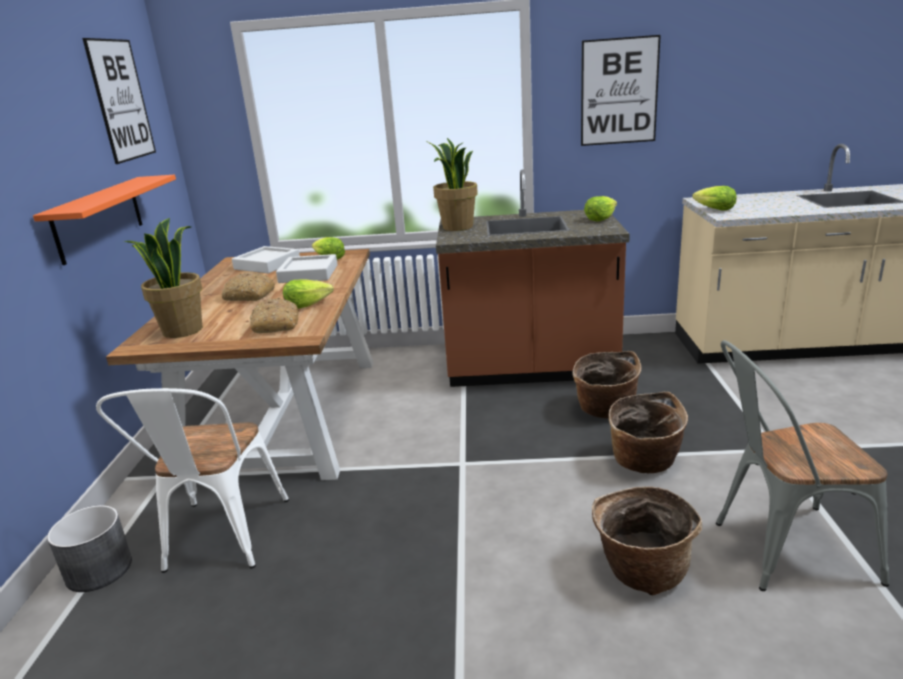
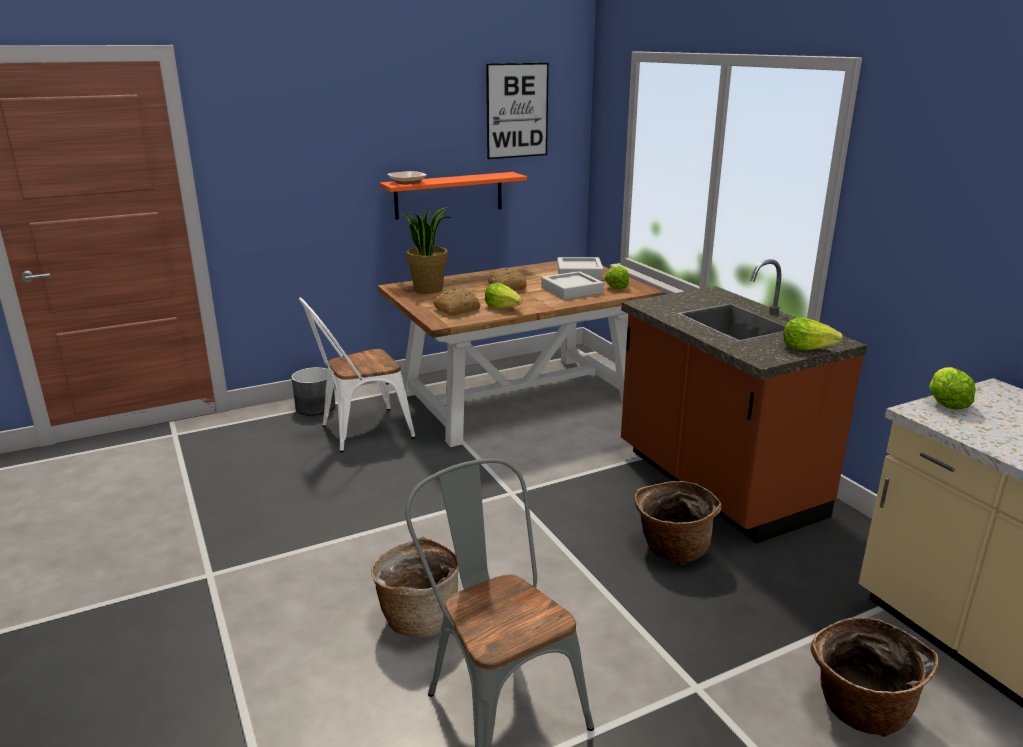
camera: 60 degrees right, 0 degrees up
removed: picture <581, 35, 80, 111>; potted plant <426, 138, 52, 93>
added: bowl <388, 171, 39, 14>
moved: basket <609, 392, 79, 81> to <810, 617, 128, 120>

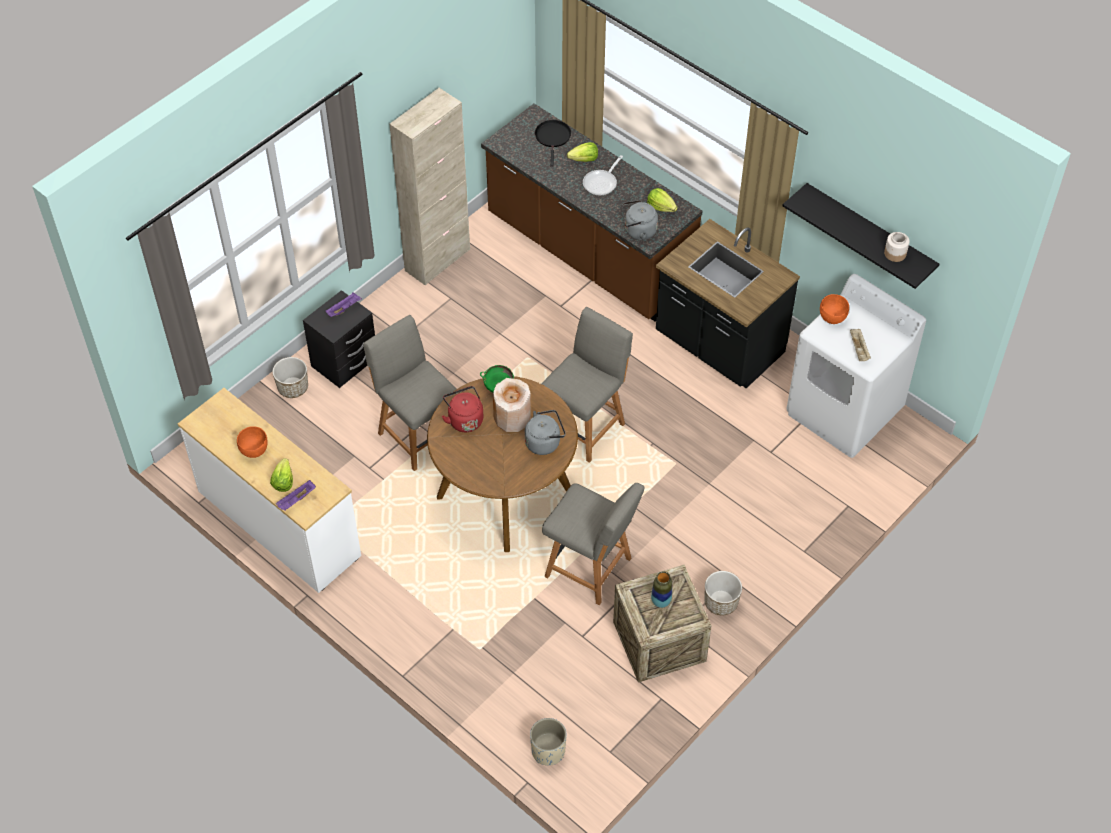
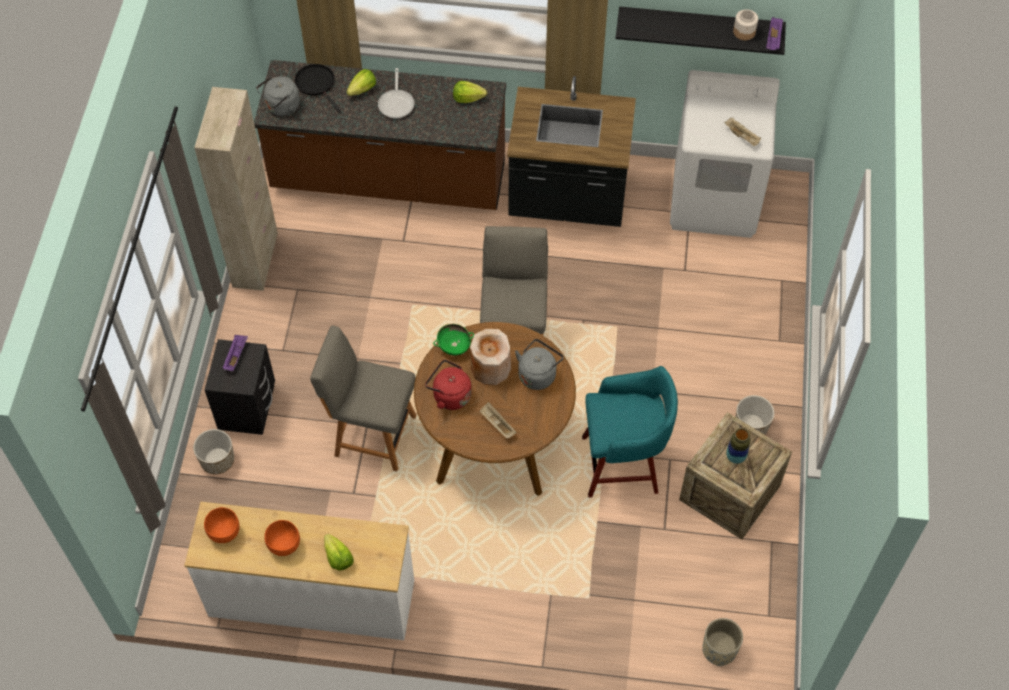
camera: 35 degrees left, 5 degrees up
added: beige tray <480, 402, 37, 37>
moved: grey kettle <622, 200, 36, 40> to <256, 76, 44, 40>; orange bowl <820, 294, 29, 30> to <204, 507, 36, 36>; purple tray <276, 480, 40, 31> to <766, 17, 17, 33>
replaced: grey chair <542, 483, 102, 122> to turquoise stool <582, 366, 96, 131>

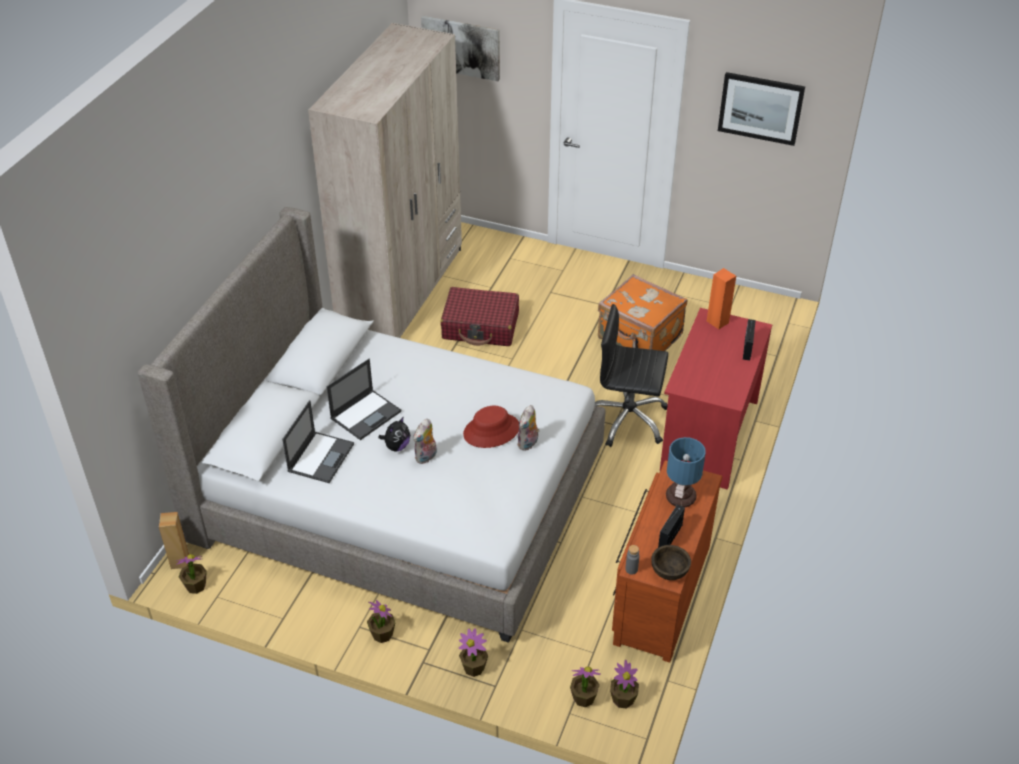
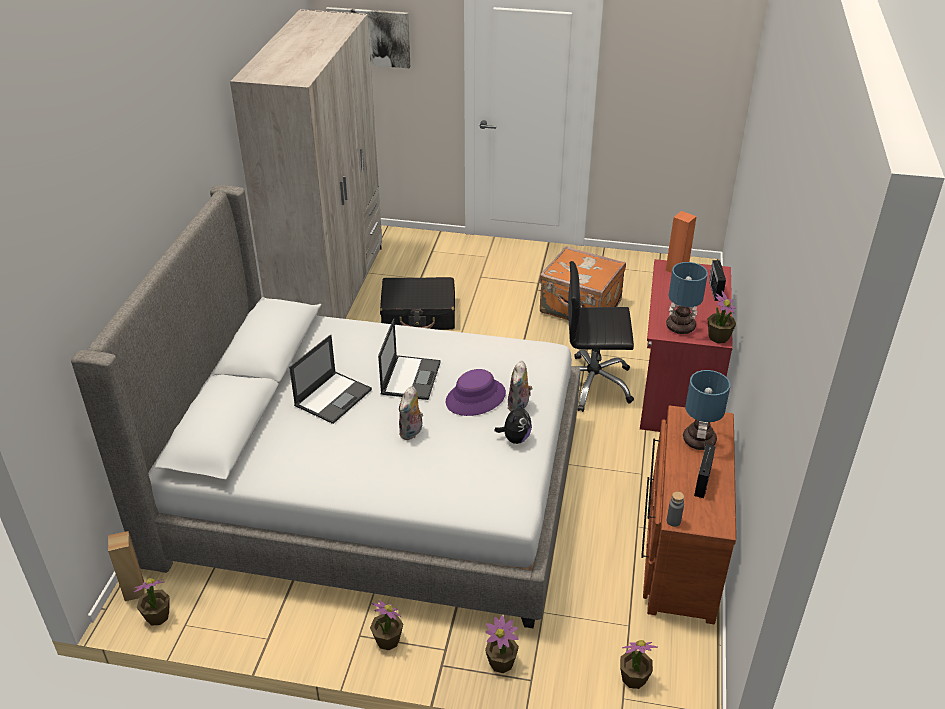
camera: 10 degrees left, 5 degrees down
removed: picture <718, 72, 87, 74>; brown bowl <651, 545, 40, 35>
added: table lamp <666, 262, 42, 72>
moved: laptop <282, 400, 72, 83> to <378, 319, 63, 81>; plush toy <378, 416, 32, 35> to <494, 402, 38, 42>; potted plant <610, 660, 29, 49> to <708, 291, 28, 52>
recoloured: red suitcase <440, 287, 79, 59> to black suitcase <380, 277, 75, 53>; red hat <463, 406, 56, 42> to purple hat <446, 369, 60, 47>

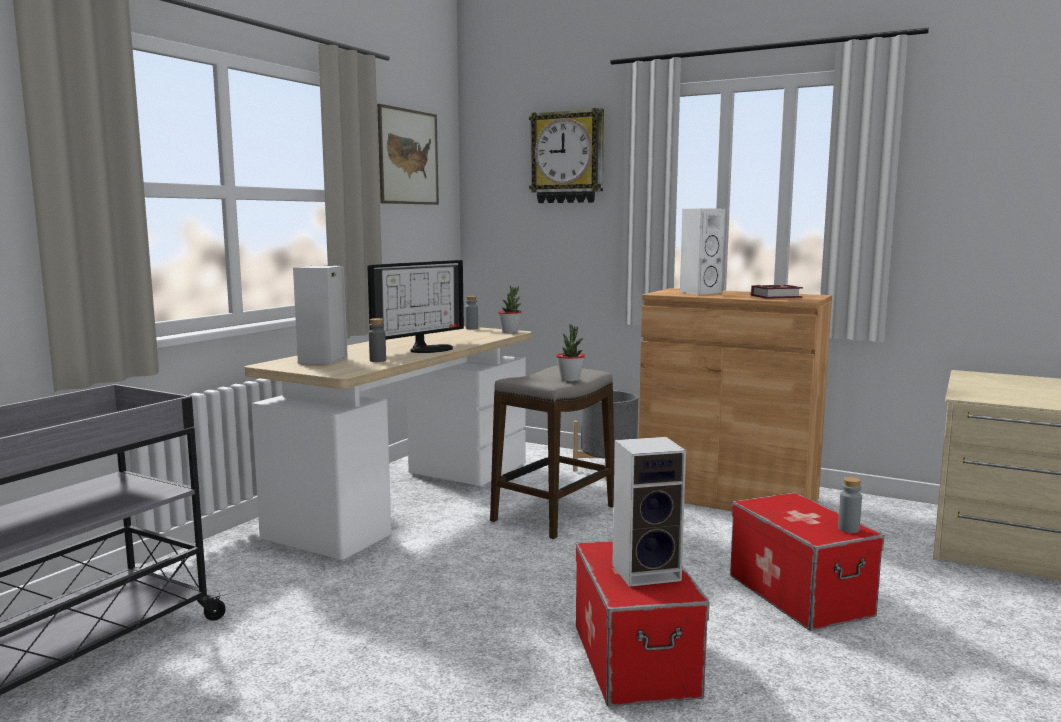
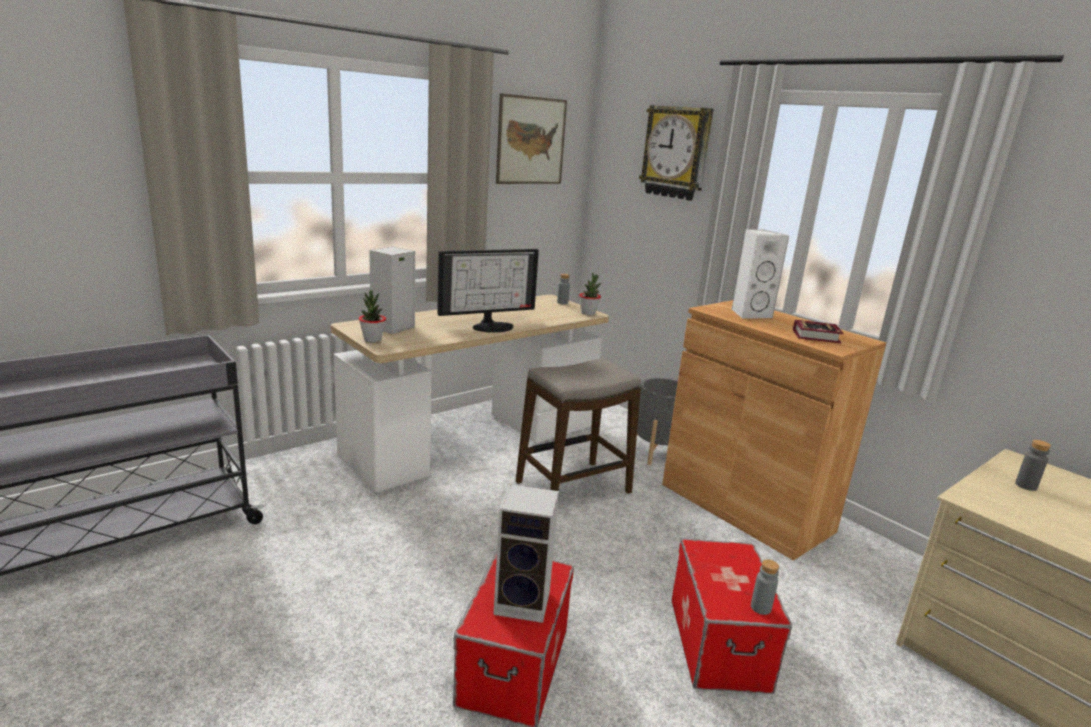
camera: 20 degrees right, 10 degrees up
moved: grey bottle <369, 318, 17, 44> to <1015, 440, 36, 51>; potted plant <556, 324, 29, 58> to <359, 291, 27, 52>

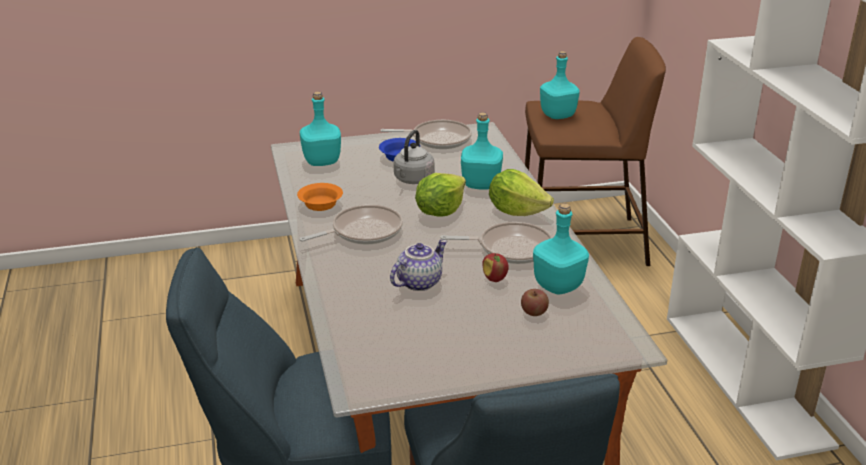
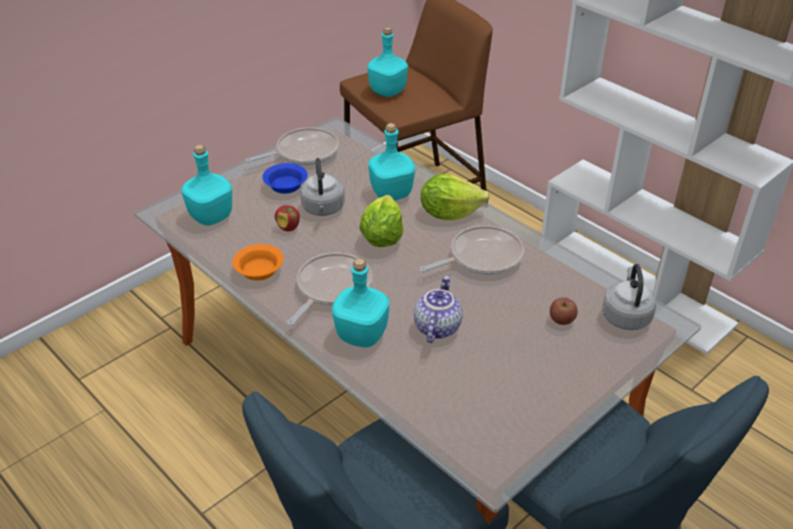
camera: 30 degrees left, 10 degrees up
added: grey kettle <602, 264, 54, 66>
moved: turquoise bottle <533, 203, 56, 92> to <332, 259, 57, 89>; apple <482, 253, 27, 29> to <275, 205, 25, 26>

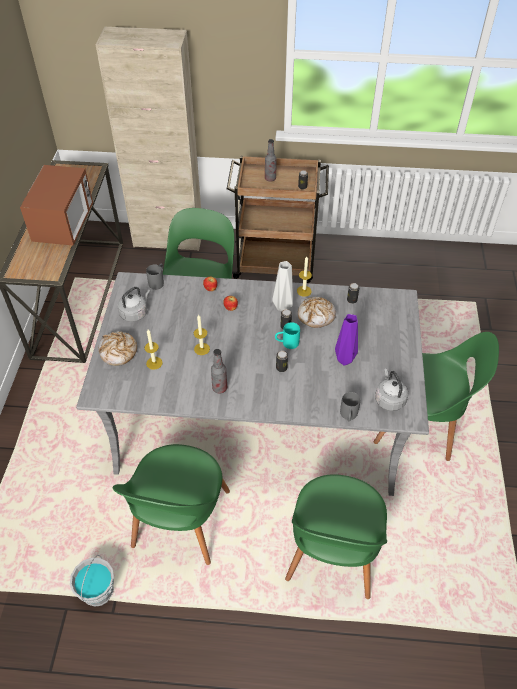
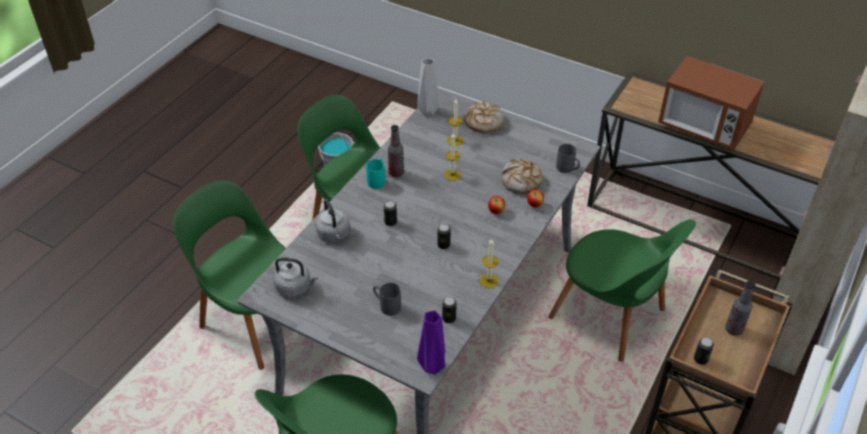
camera: 115 degrees right, 5 degrees down
moved: grey vase <272, 261, 21, 50> to <417, 58, 23, 58>; grey kettle <118, 287, 33, 35> to <315, 199, 35, 44>; bread <298, 297, 38, 31> to <502, 159, 41, 35>; purple vase <335, 314, 23, 52> to <417, 310, 28, 64>; turquoise mug <275, 322, 25, 27> to <366, 158, 19, 31>; grey mug <340, 392, 20, 29> to <373, 283, 28, 33>

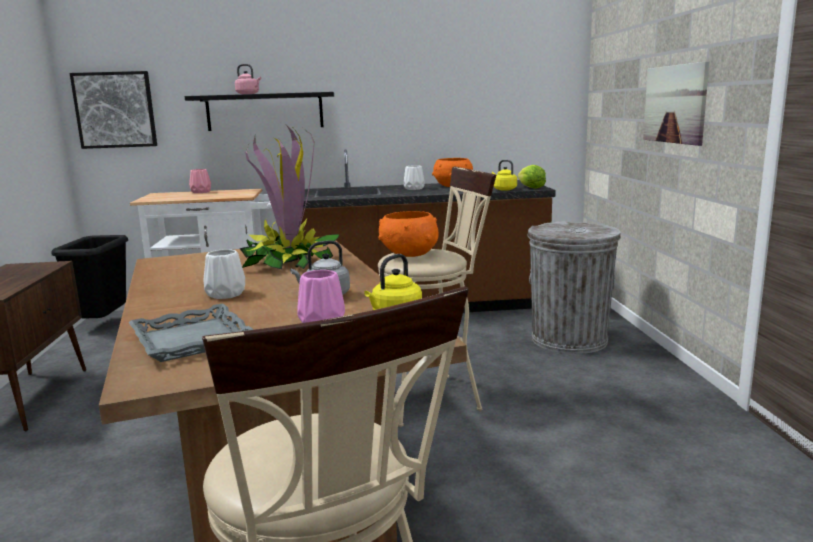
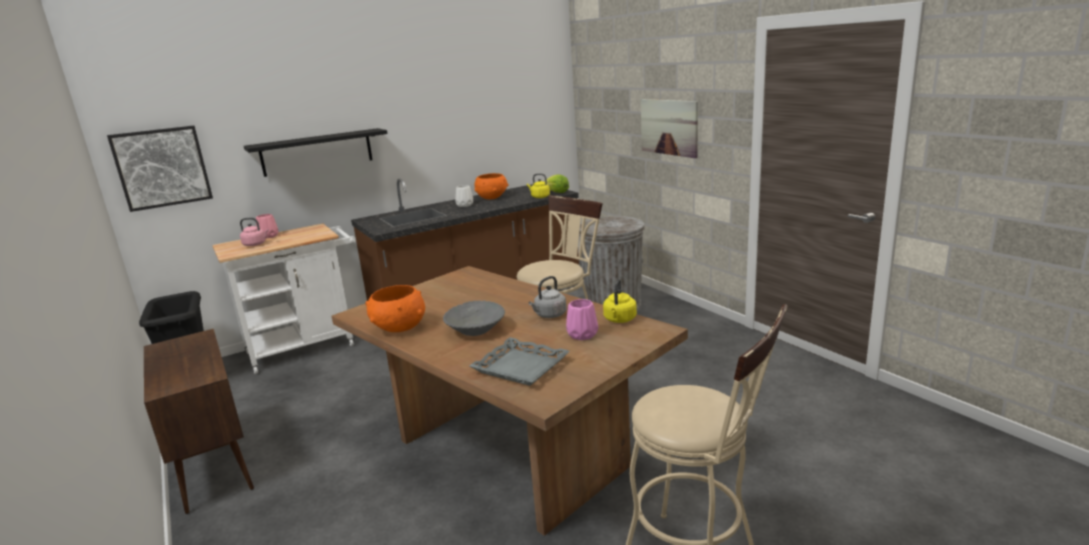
camera: 25 degrees left, 5 degrees up
removed: potted plant <240, 125, 100, 144>
moved: pink kettle <235, 64, 26, 30> to <240, 218, 29, 28>; orange bowl <378, 211, 61, 46> to <365, 285, 60, 47>
replaced: white vase <204, 249, 41, 50> to grey bowl <443, 300, 62, 36>

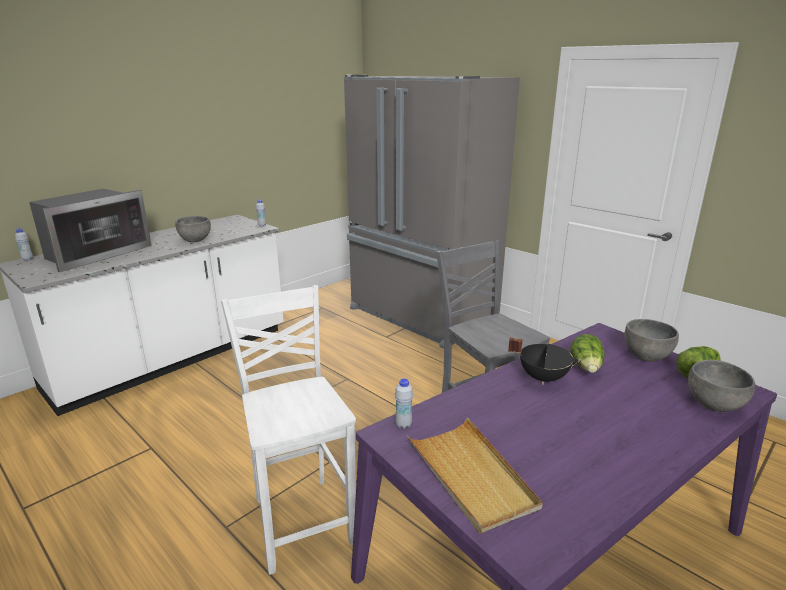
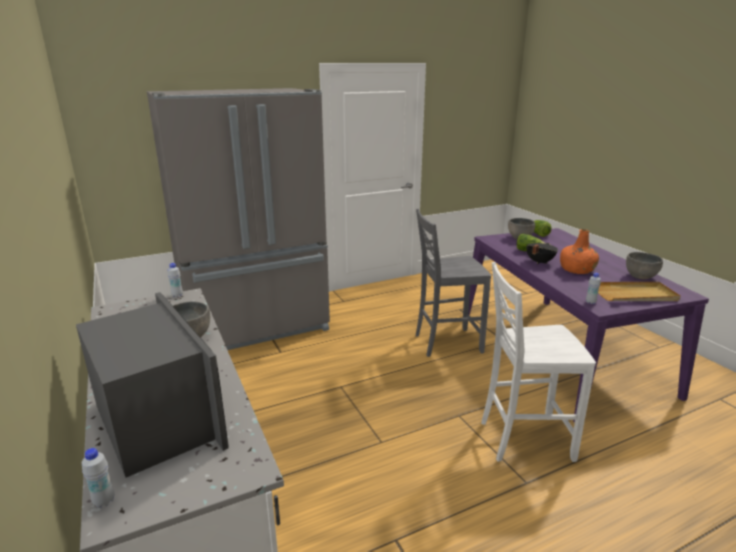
camera: 70 degrees left, 0 degrees up
added: orange bottle <560, 229, 39, 45>
moved: grey bowl <688, 360, 67, 52> to <626, 252, 37, 27>

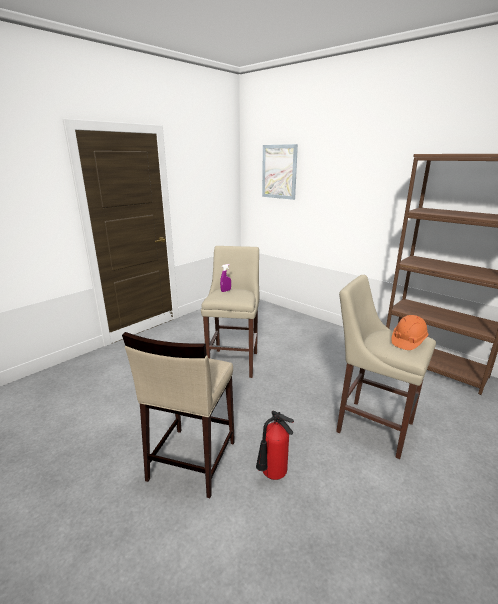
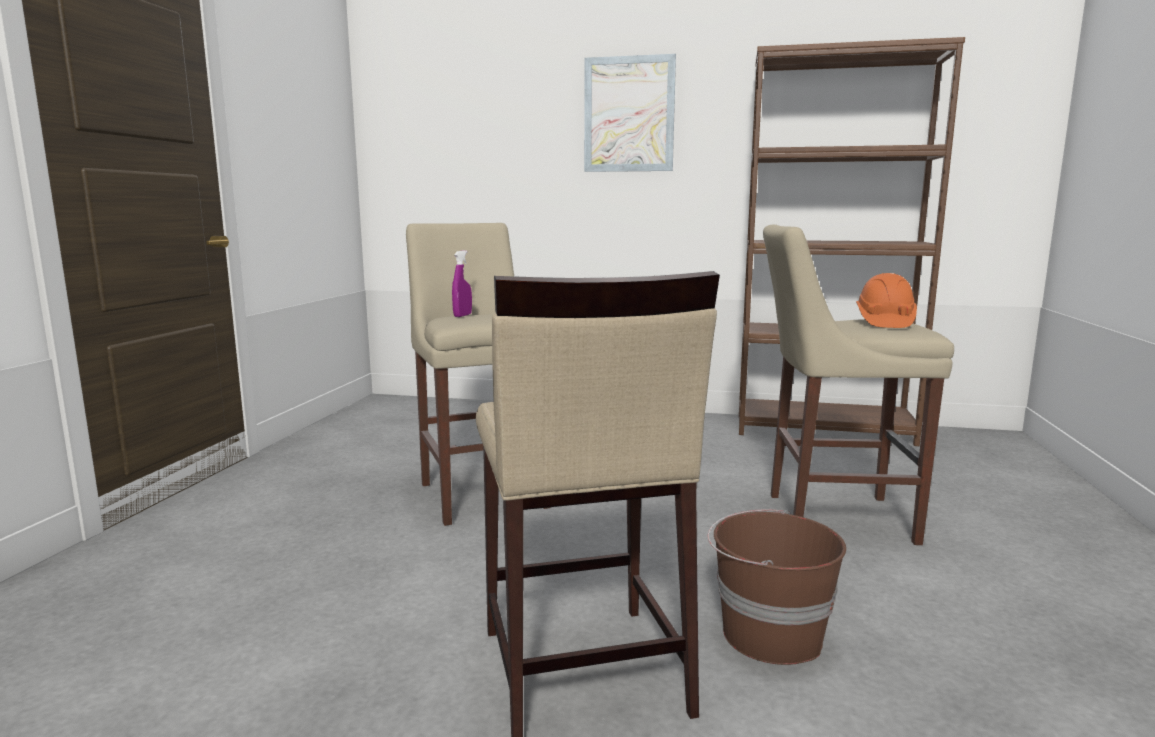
camera: 30 degrees left, 10 degrees down
moved: picture <262, 144, 36, 56> to <584, 54, 92, 118>
replaced: fire extinguisher <256, 410, 38, 70> to brown bucket <707, 509, 139, 156>

